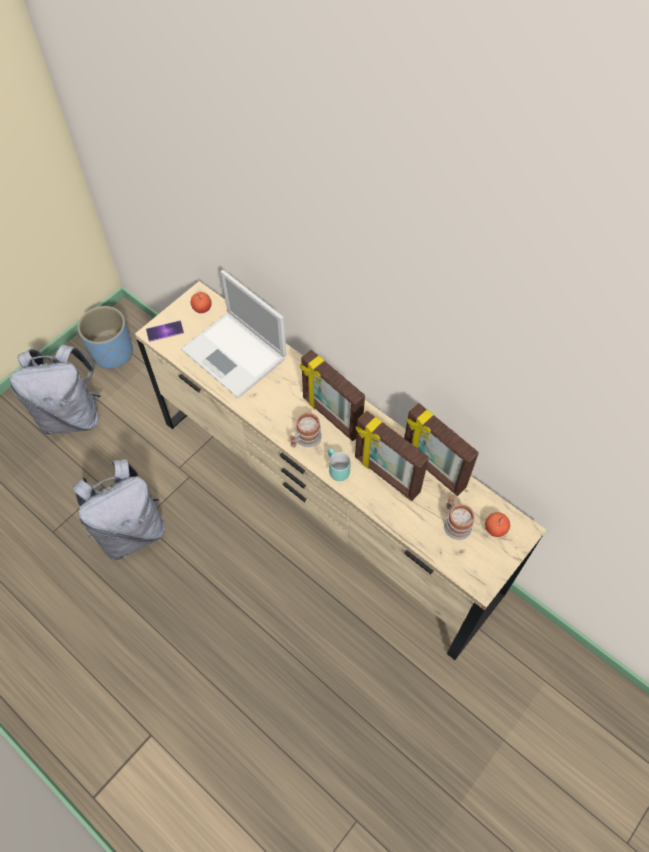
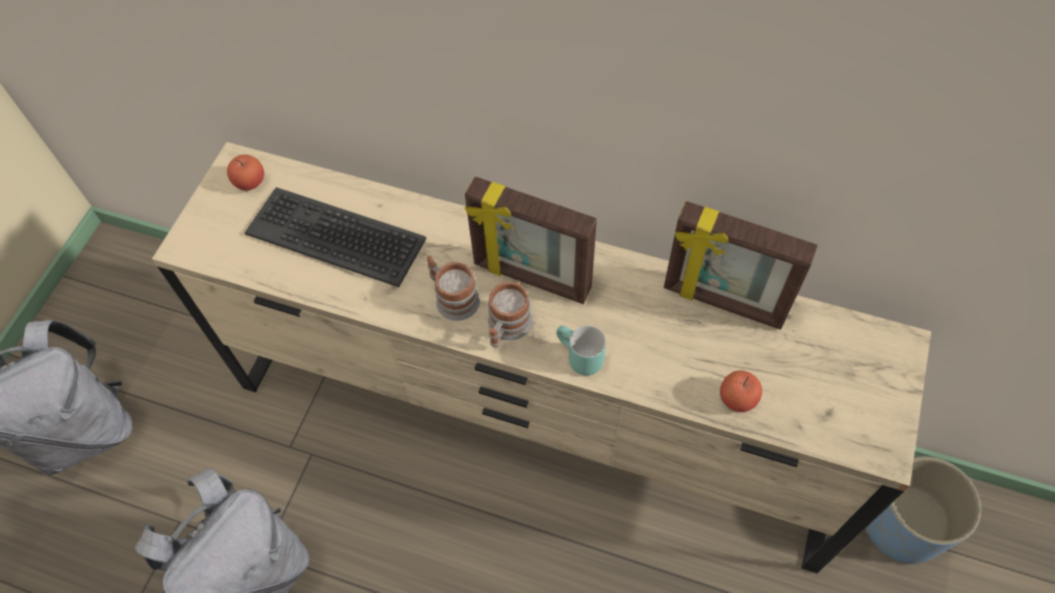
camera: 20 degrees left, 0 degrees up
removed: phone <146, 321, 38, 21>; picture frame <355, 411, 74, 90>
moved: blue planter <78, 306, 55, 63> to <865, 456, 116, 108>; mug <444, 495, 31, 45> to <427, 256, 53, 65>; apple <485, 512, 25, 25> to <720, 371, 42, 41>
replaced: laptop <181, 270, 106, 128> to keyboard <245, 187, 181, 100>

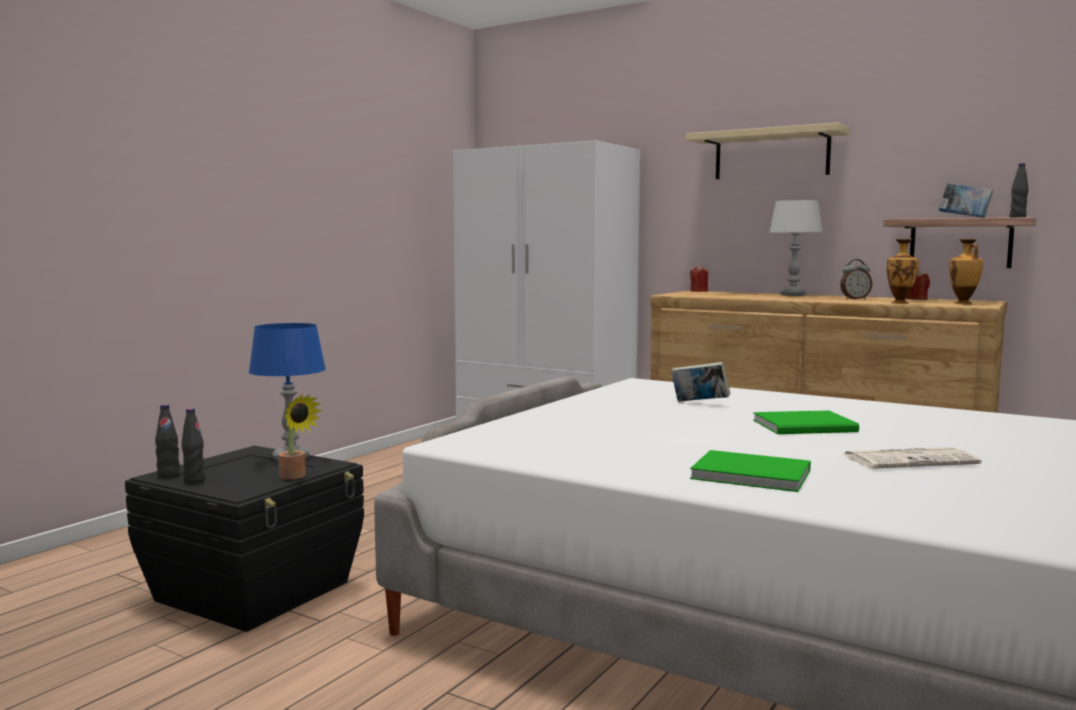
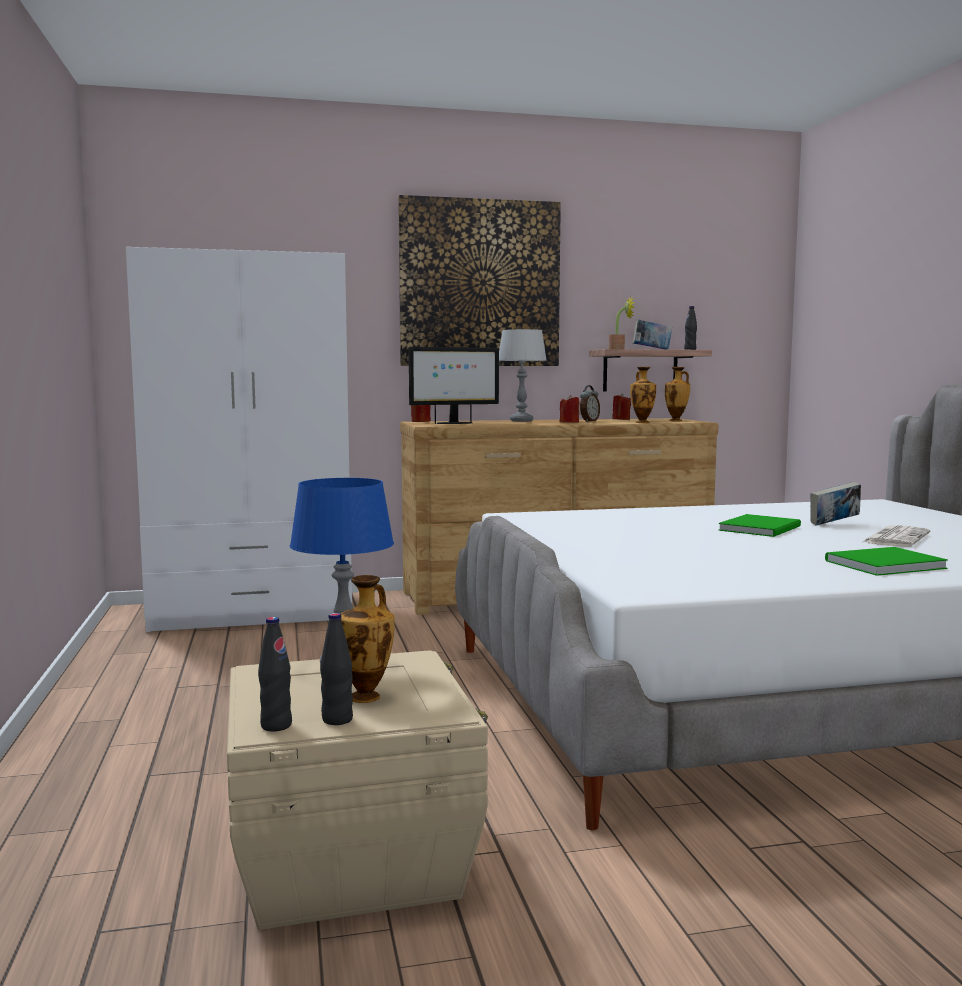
camera: 45 degrees left, 0 degrees up
added: monitor <409, 347, 90, 77>; red candle <560, 395, 20, 28>; vase <340, 575, 55, 128>
moved: book <671, 362, 59, 40> to <810, 482, 51, 44>; potted plant <278, 394, 44, 86> to <609, 298, 25, 51>
replaced: beige shelf <686, 122, 163, 57> to picture <398, 195, 163, 171>
recoloured: black storage box <125, 446, 239, 186> to beige storage box <227, 650, 261, 280>

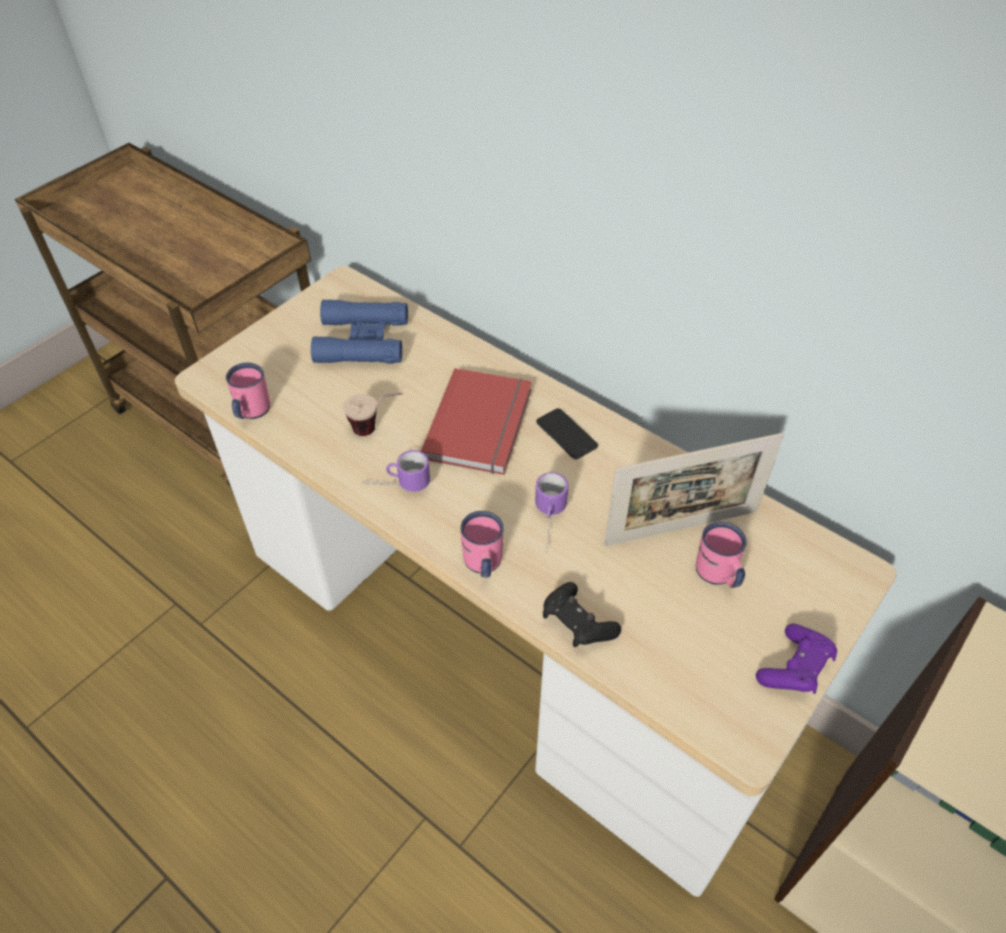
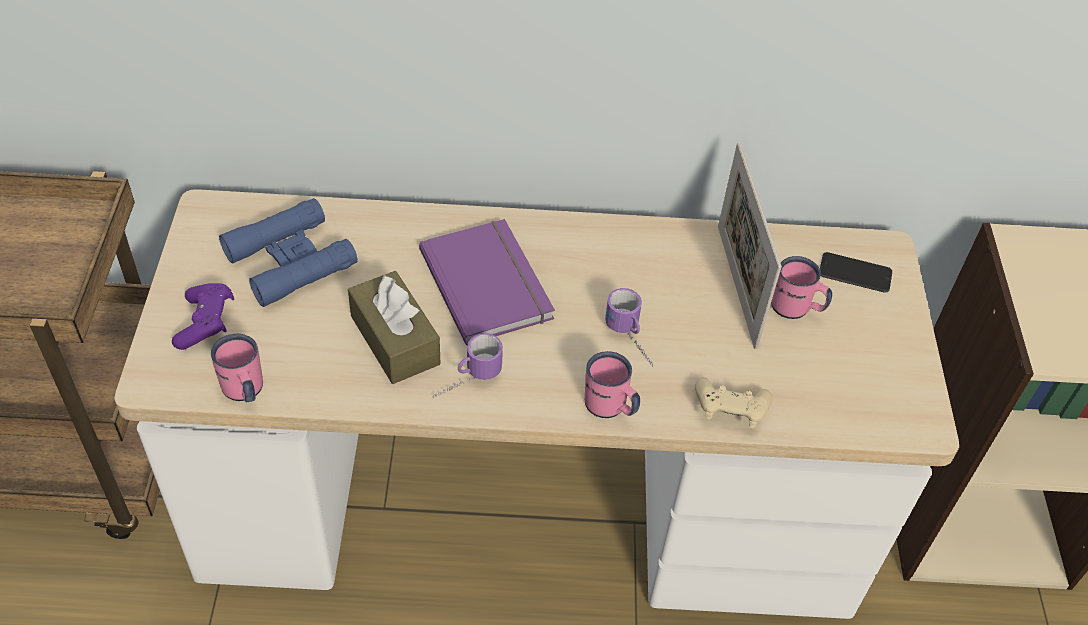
camera: 40 degrees left, 0 degrees up
moved: phone <536, 408, 62, 51> to <820, 252, 72, 41>; purple game controller <756, 624, 81, 70> to <172, 283, 62, 67>
replaced: cup <343, 393, 60, 43> to brown tissue box <348, 271, 92, 113>
recoloured: red book <421, 368, 111, 107> to purple book <419, 219, 136, 126>; black game controller <543, 582, 78, 65> to beige game controller <695, 377, 78, 51>
turned: picture frame <604, 433, 180, 113> = <718, 143, 64, 206> 135 degrees clockwise

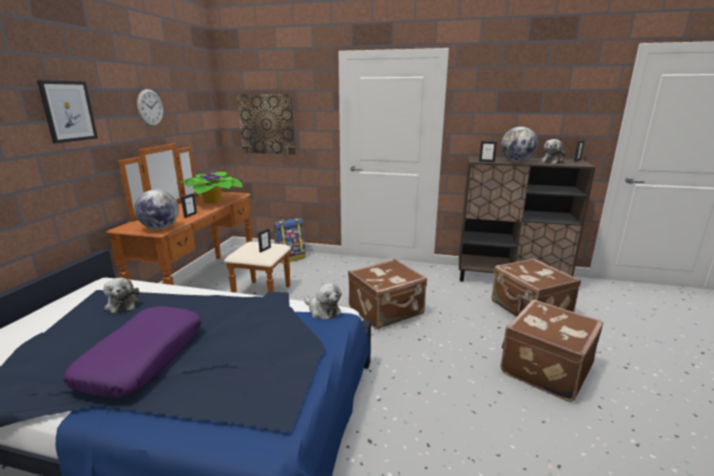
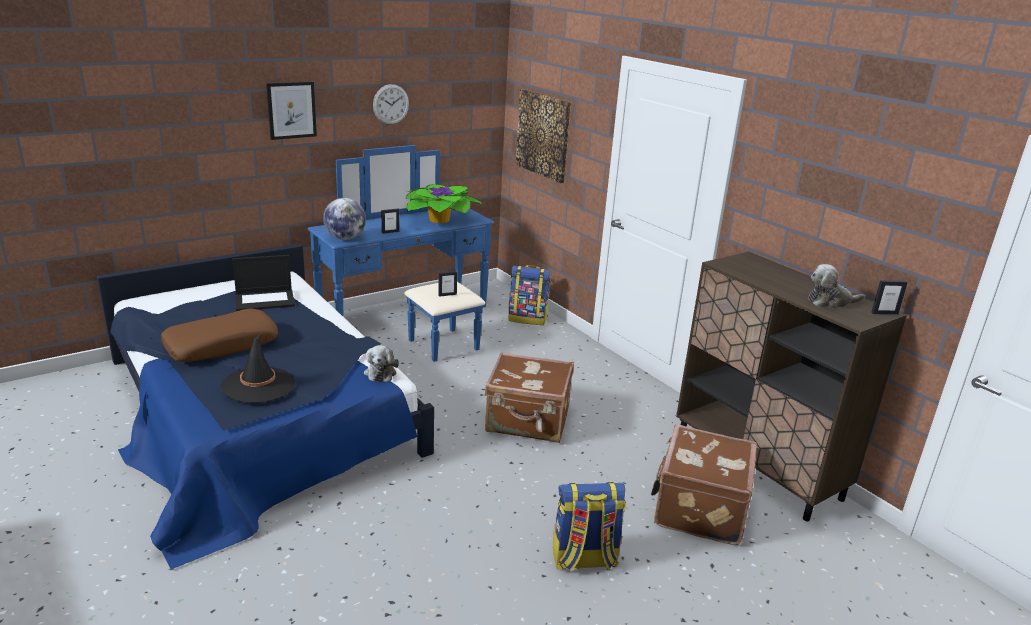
camera: 40 degrees right, 5 degrees up
removed: globe <501, 127, 37, 35>; picture frame <479, 141, 18, 21>
added: black hat <221, 333, 74, 70>
replaced: plush toy <103, 278, 36, 35> to laptop <232, 255, 63, 56>; brown suitcase <501, 299, 102, 103> to backpack <553, 482, 73, 89>
recoloured: brown dresser <106, 144, 185, 149> to blue dresser <308, 145, 186, 217>; purple pillow <64, 306, 138, 92> to brown pillow <161, 309, 117, 53>

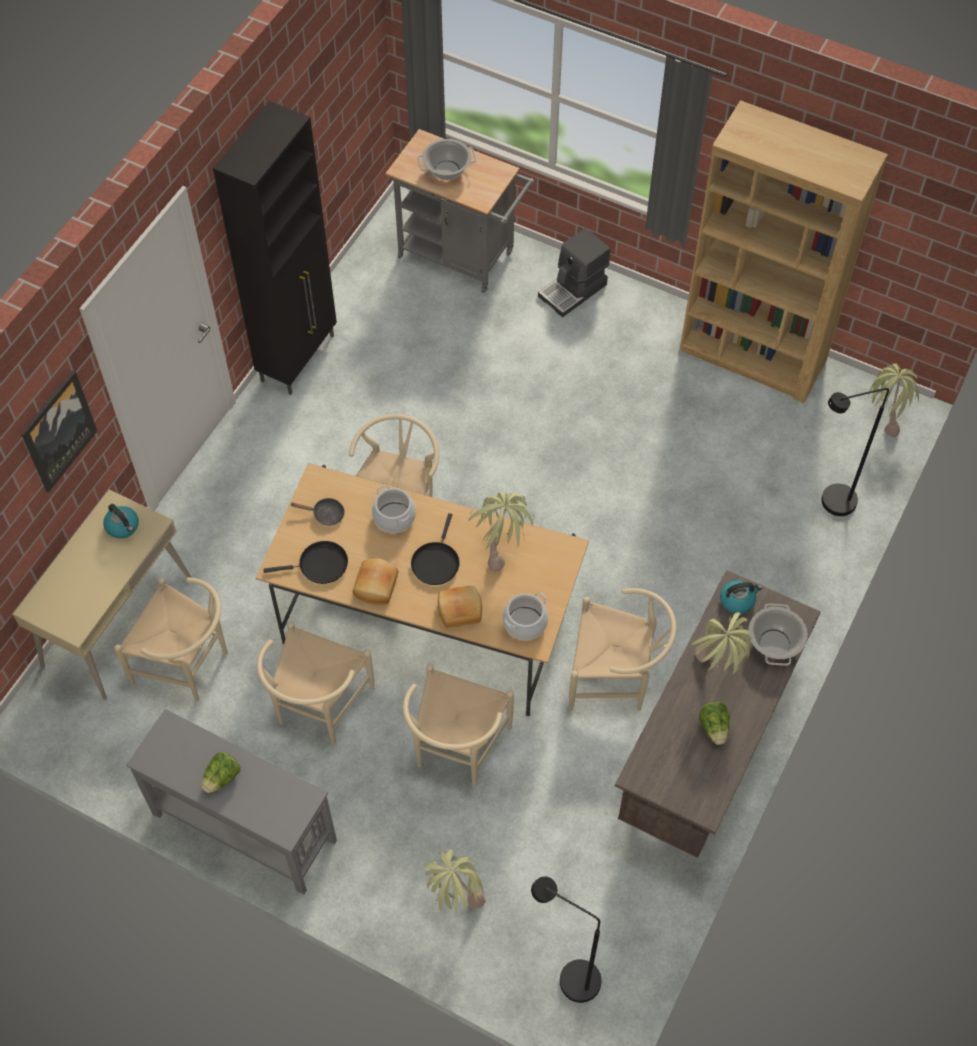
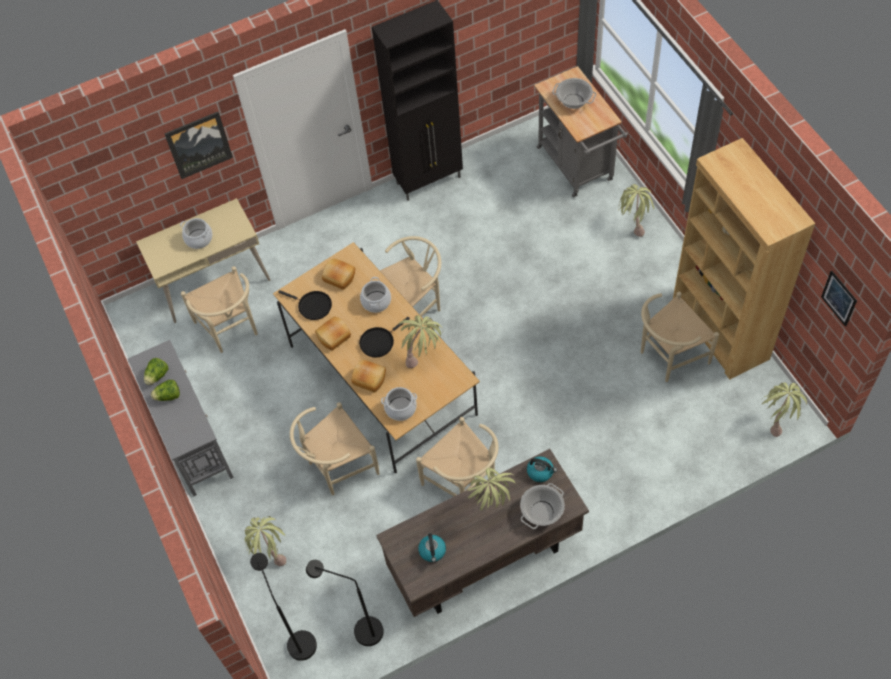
camera: 40 degrees right, 0 degrees up
added: cooking pot <180, 218, 32, 31>; picture <821, 271, 36, 56>
moved: black floor lamp <821, 388, 68, 128> to <306, 560, 78, 86>; kettle <103, 504, 36, 35> to <418, 533, 28, 29>; beige chair <257, 622, 117, 122> to <641, 292, 78, 90>; lettuce <699, 702, 31, 43> to <144, 358, 25, 27>
replaced: coffee machine <538, 228, 73, 89> to potted plant <618, 184, 36, 53>; black frying pan <291, 498, 54, 28> to bread <322, 259, 33, 31>

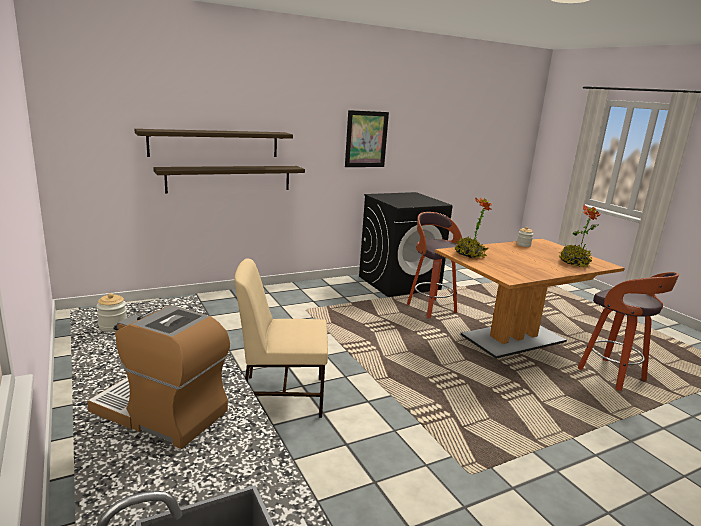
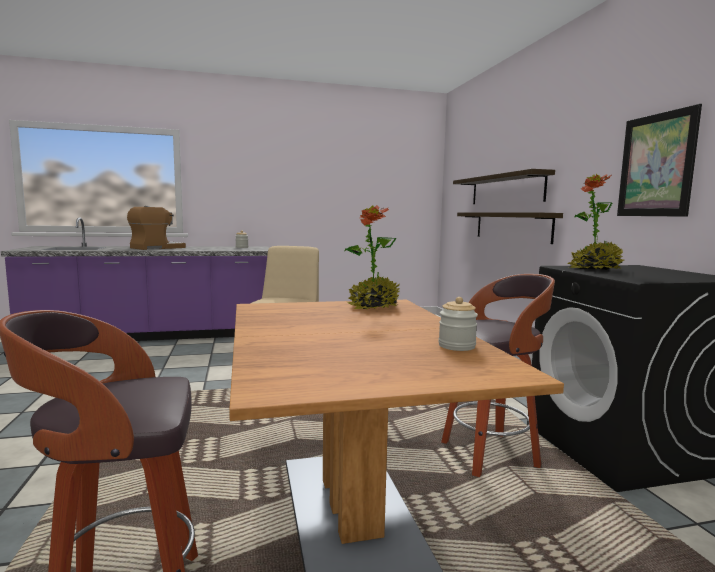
camera: 105 degrees right, 10 degrees down
moved: potted plant <559, 205, 41, 63> to <567, 174, 57, 96>

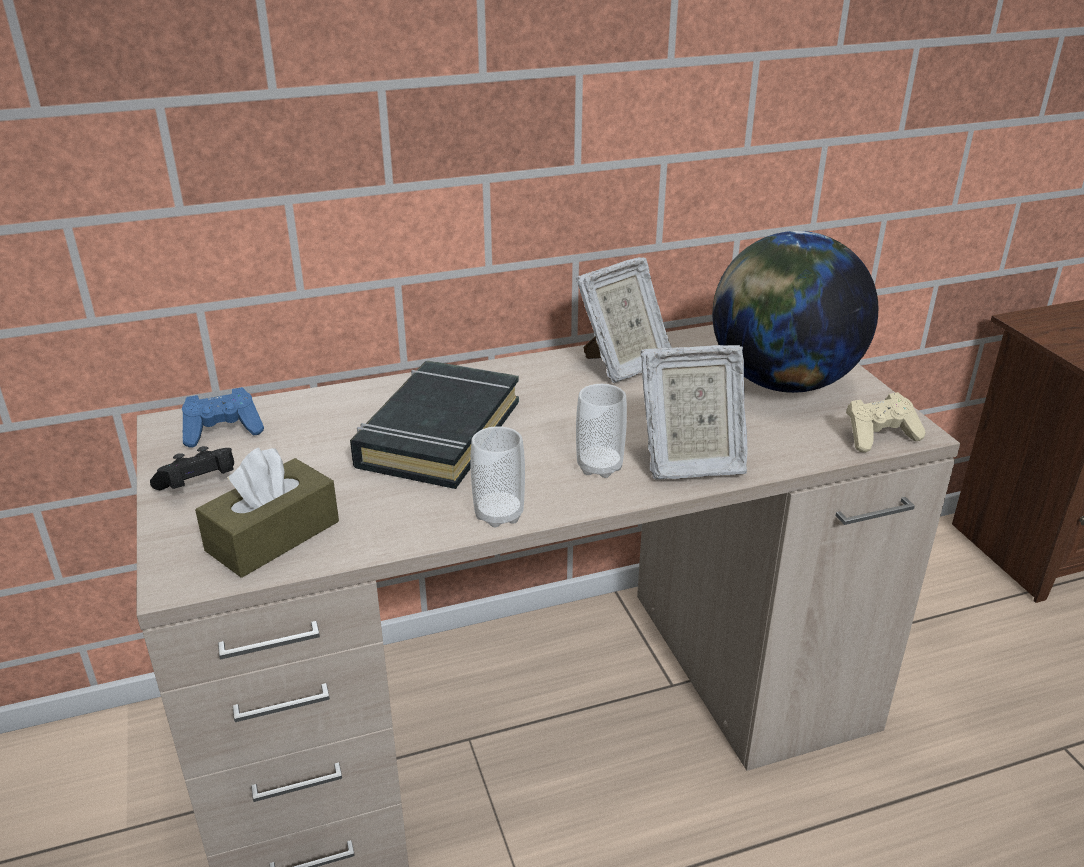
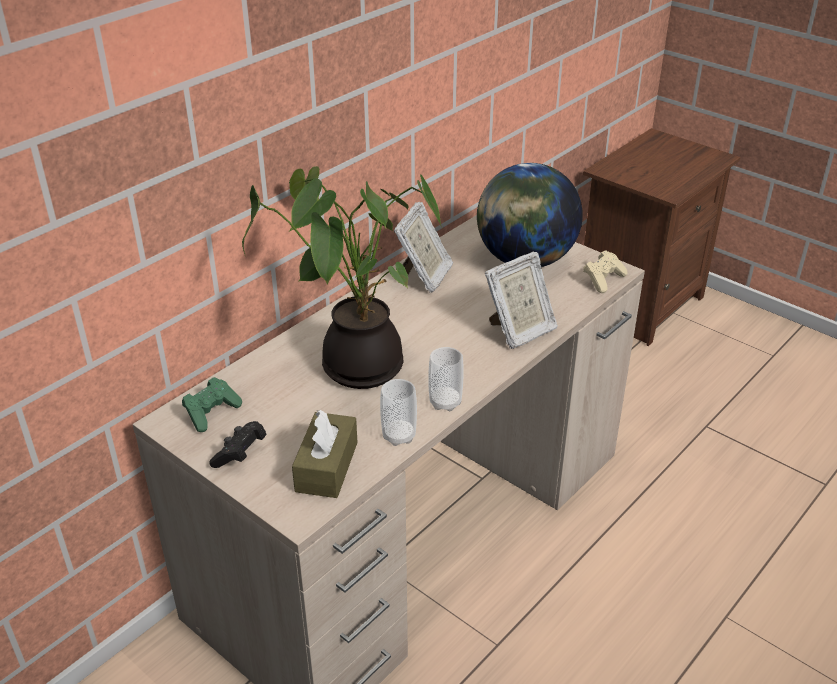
camera: 30 degrees left, 5 degrees up
moved: cup <576, 384, 51, 94> to <380, 379, 37, 67>
replaced: black book <350, 361, 169, 128> to potted plant <242, 166, 201, 223>
recoloured: blue game controller <182, 387, 82, 60> to green game controller <182, 377, 60, 55>

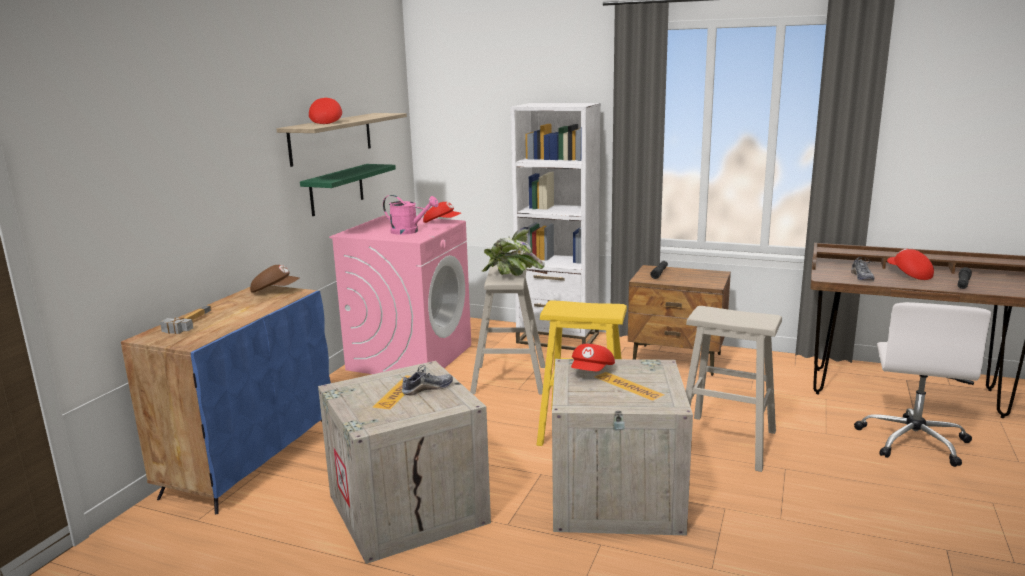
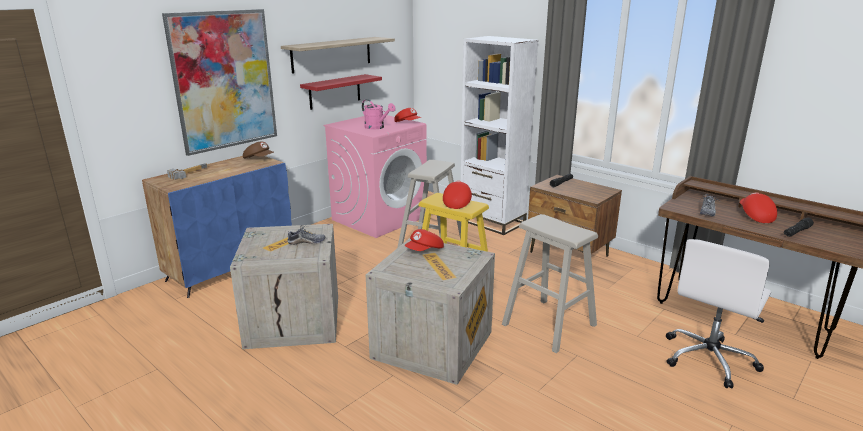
camera: 20 degrees right, 5 degrees up
removed: potted plant <482, 227, 63, 49>
added: picture <162, 9, 115, 147>
moved: red cap <309, 97, 33, 27> to <443, 181, 29, 28>
recoloured: green shelf <300, 164, 96, 52> to red shelf <300, 74, 82, 36>

